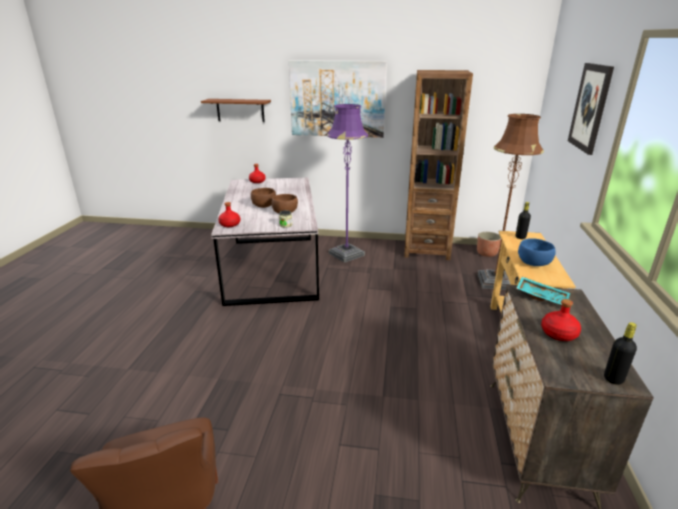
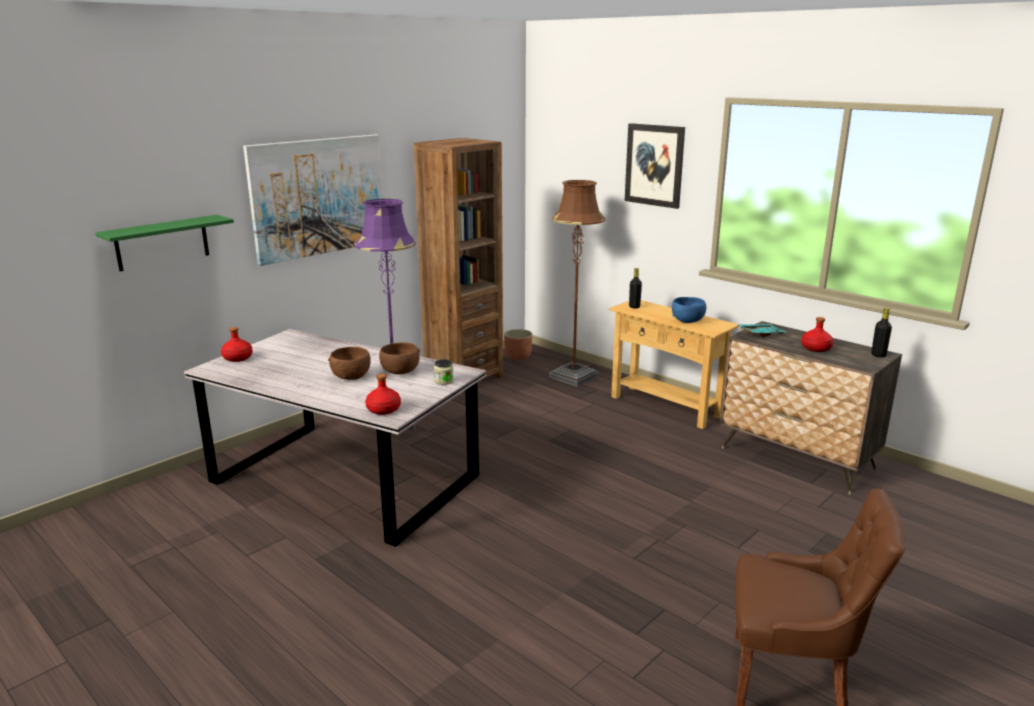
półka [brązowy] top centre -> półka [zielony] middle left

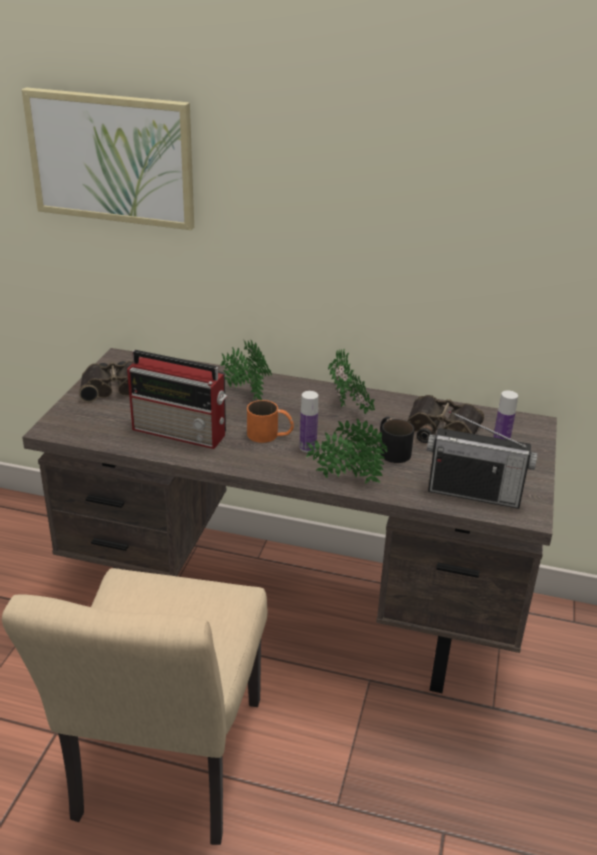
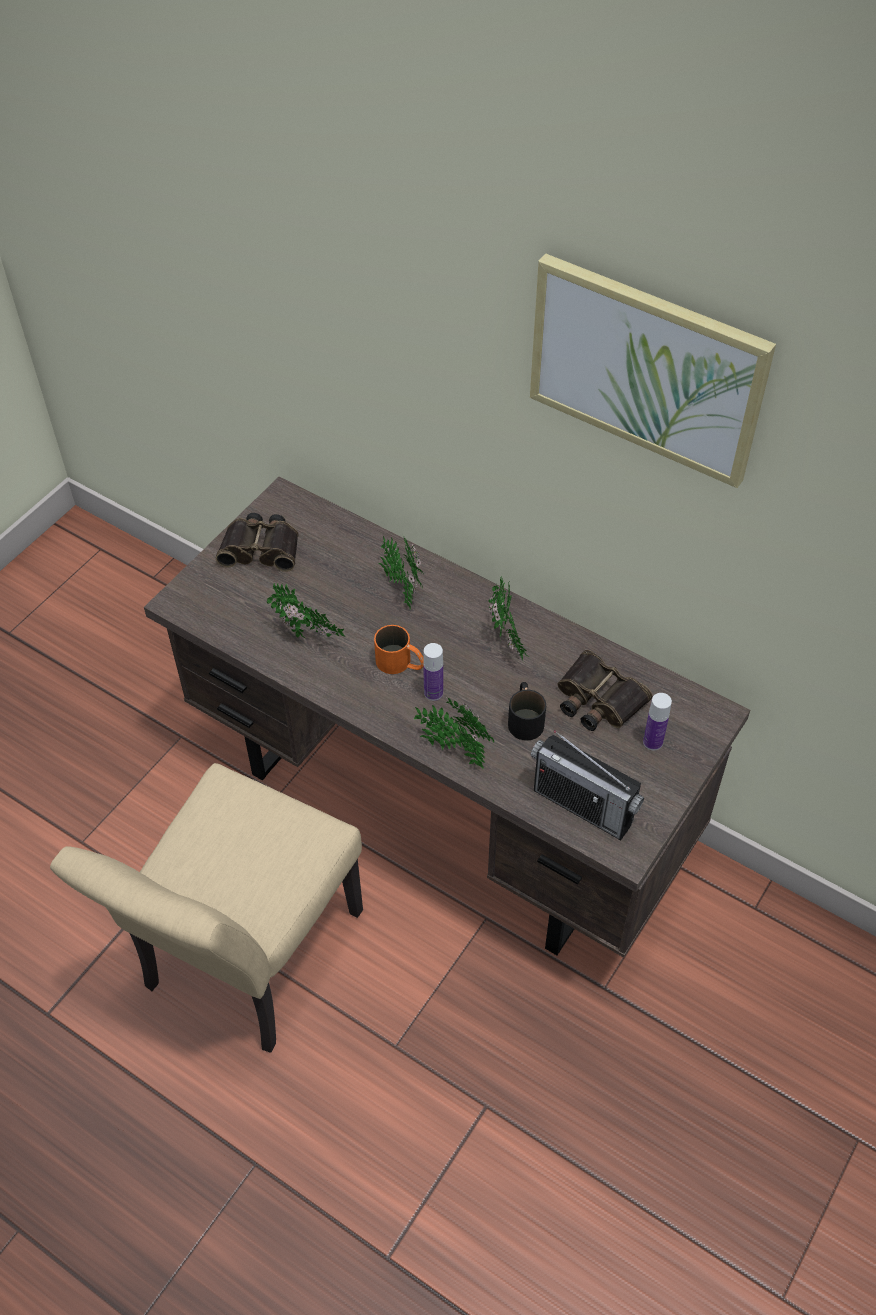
radio (1st from left) middle left -> roślina doniczkowa (1st from left) centre
obraz top left -> obraz top right, move

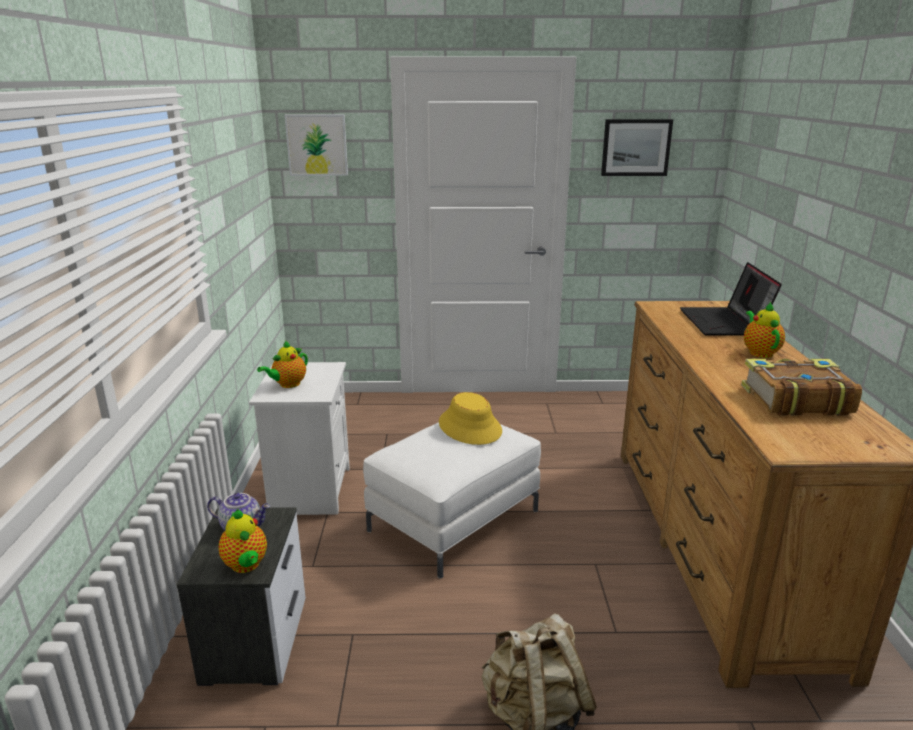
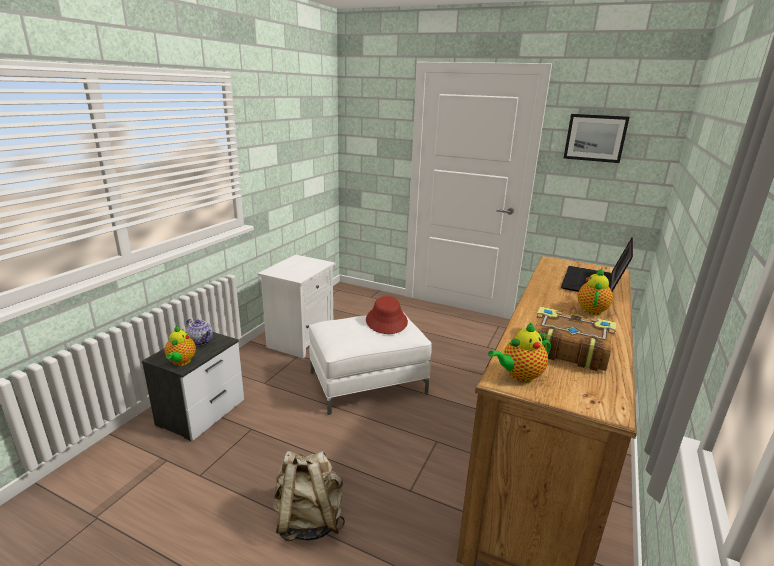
kapelusz [żółty] centre -> kapelusz [czerwony] centre
imbryk (3rd from left) middle left -> imbryk (3rd from left) middle right, move
obraz (1st from left) top centre -> none

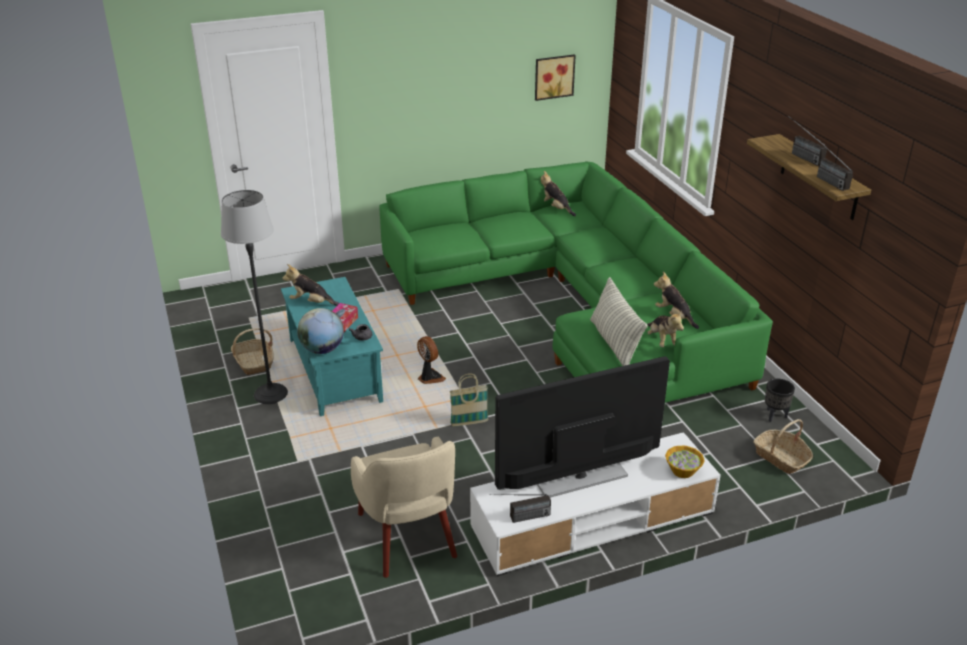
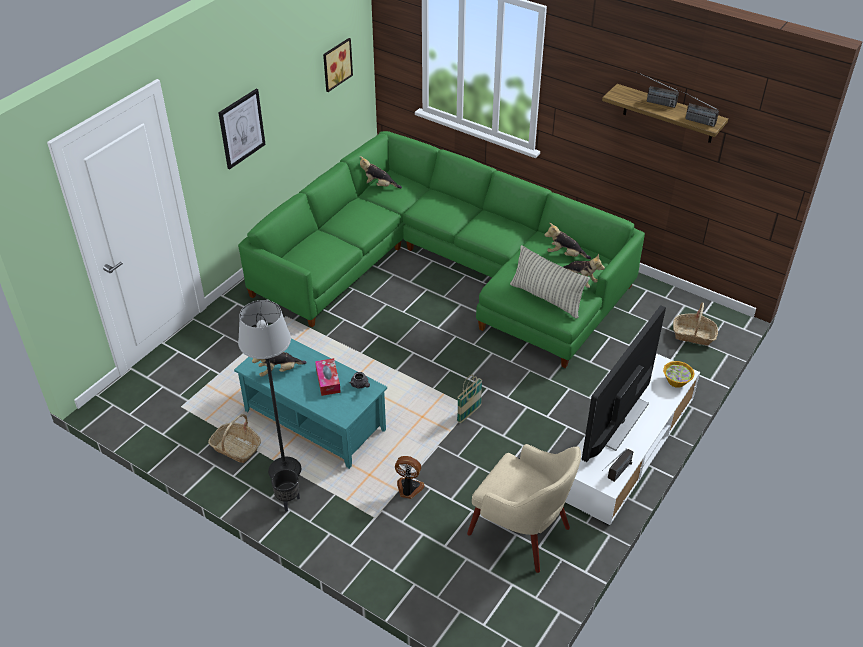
none -> obraz (1st from left) top left
donica [czarny] middle right -> donica [czarny] bottom left, move
wentylator centre -> wentylator bottom centre, move
globus middle left -> none

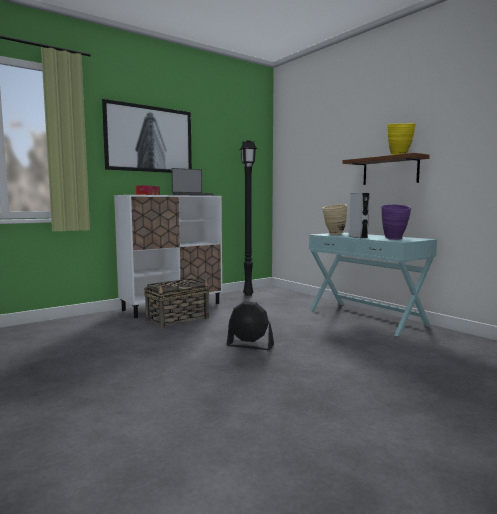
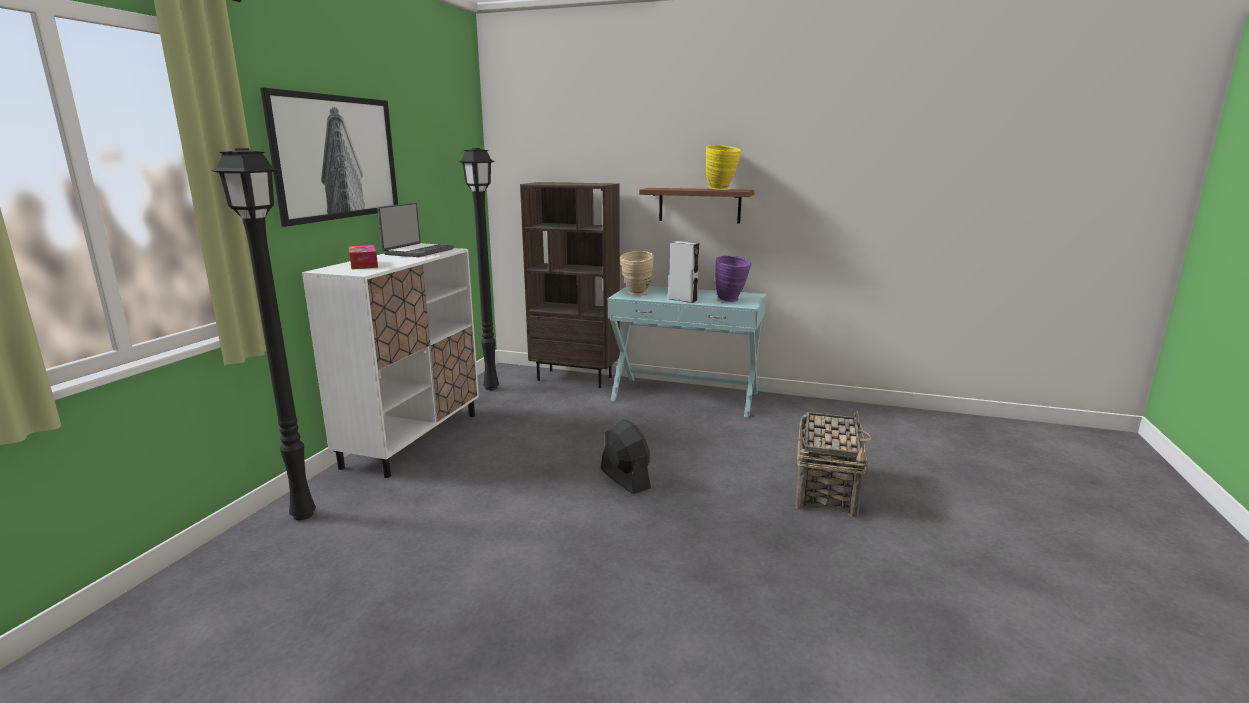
none -> lampa stojąca [czarny] (1st from left) middle left
none -> regał [brązowy] centre
wentylator [czarny] centre, 105 degrees counterclockwise
koszyk centre -> koszyk middle right, move

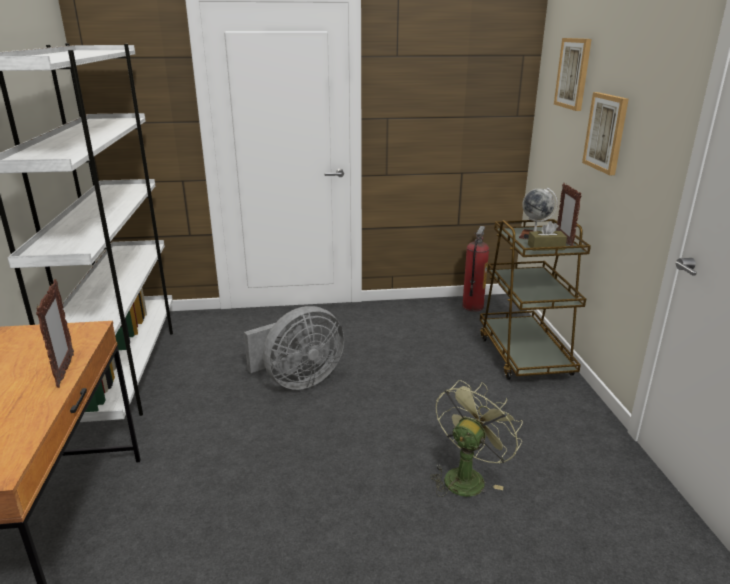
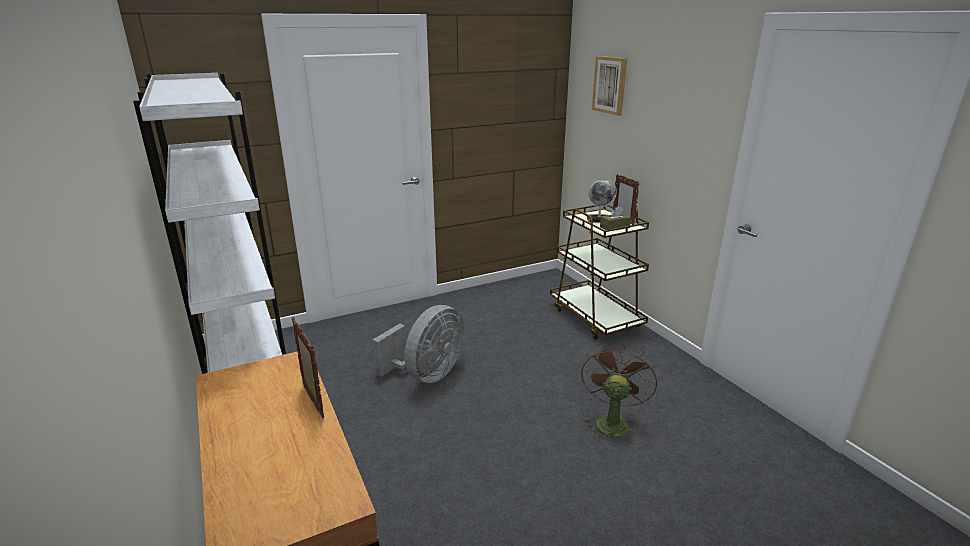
wentylator [zielony] bottom centre -> wentylator [brązowy] bottom centre
gaśnica centre -> none
obraz (2nd from left) top right -> none

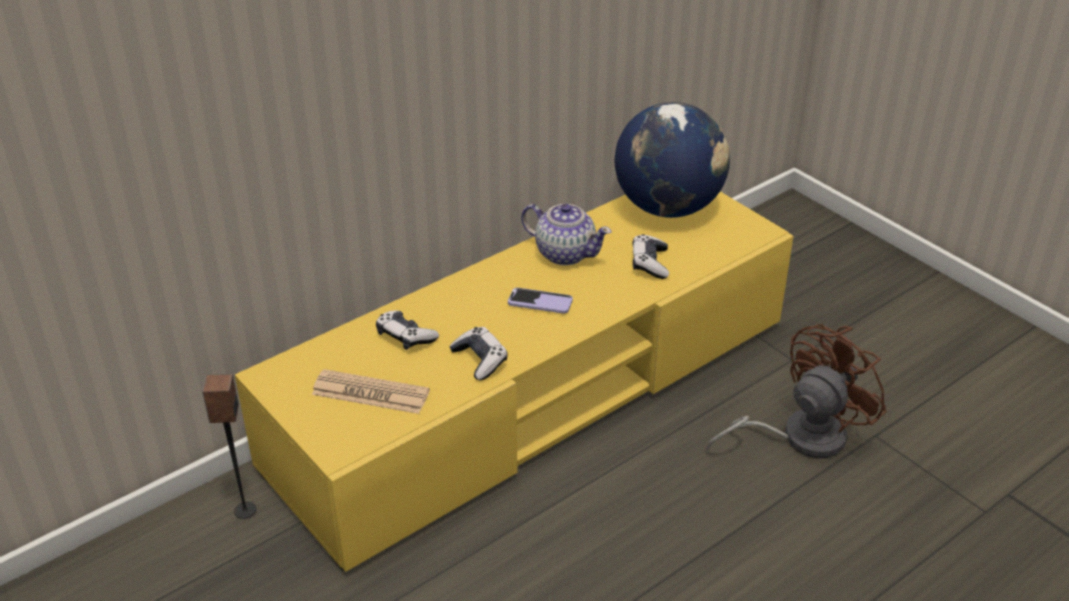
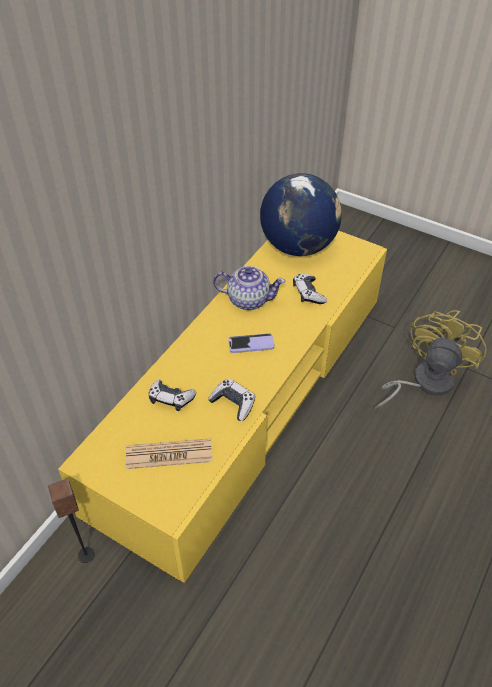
wentylator [brązowy] middle right -> wentylator [żółty] middle right

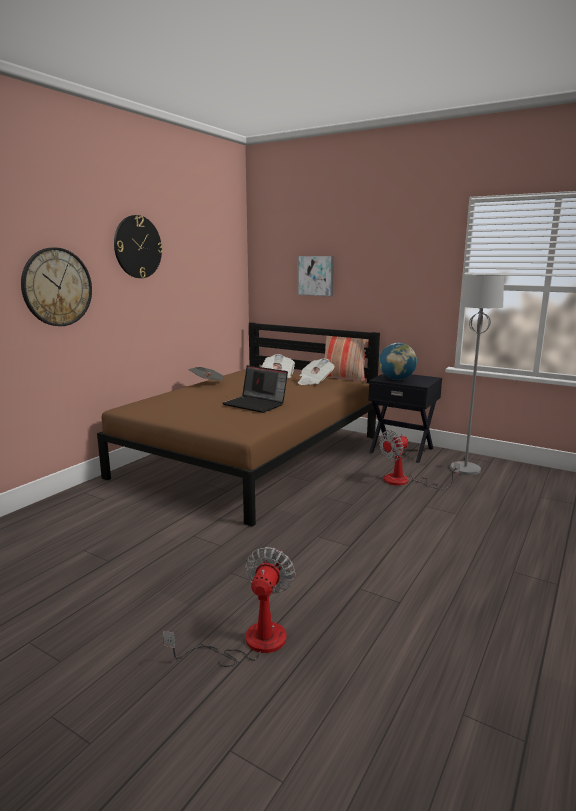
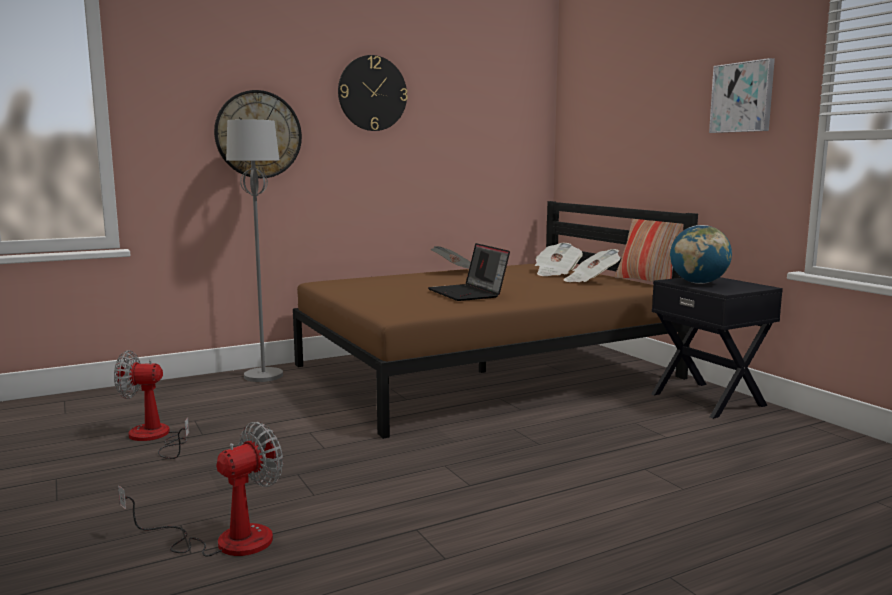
wentylator (2nd from left in the first image) middle right -> wentylator (1st from left) bottom left, move
lampa stojąca [szary] middle right -> lampa stojąca [szary] middle left, move
obraz centre -> obraz top right, move

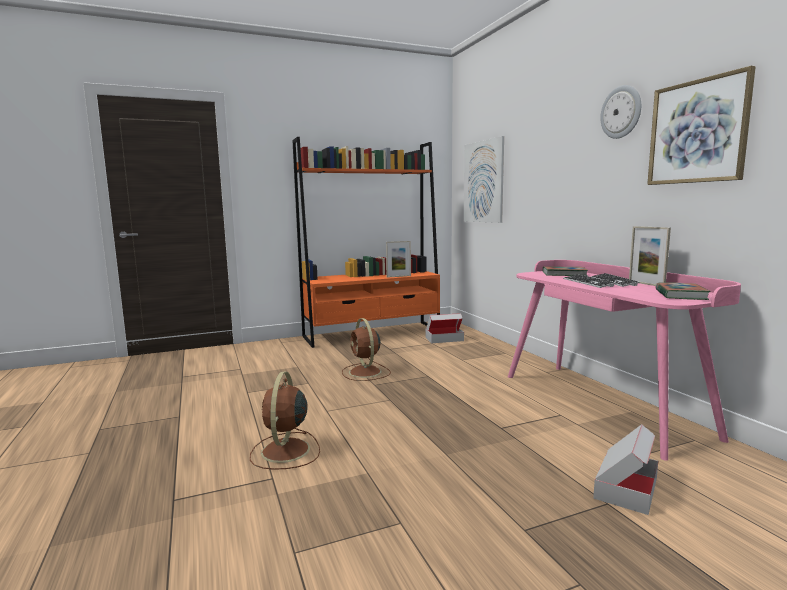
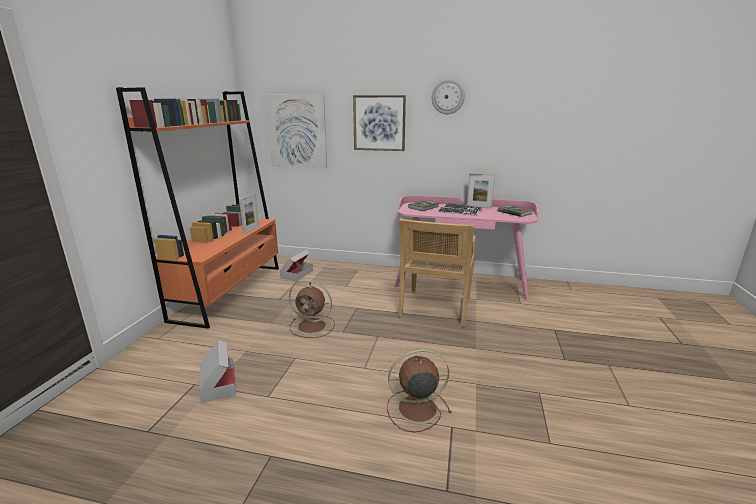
karton (2nd from left in the first image) bottom right -> karton (1st from left) bottom left, move
obraz (2nd from left) top right -> obraz (2nd from left) top centre, move
wentylator [brązowy] (1st from left in the first image) bottom centre -> wentylator [brązowy] (2nd from left) bottom centre, 135 degrees clockwise
none -> krzesło [beżowy] centre

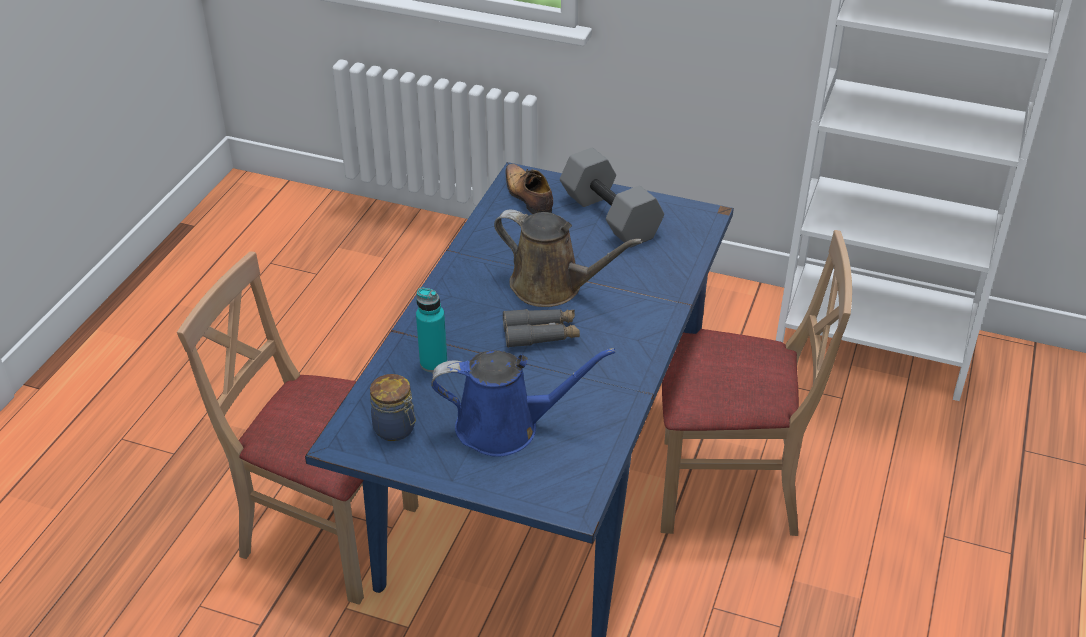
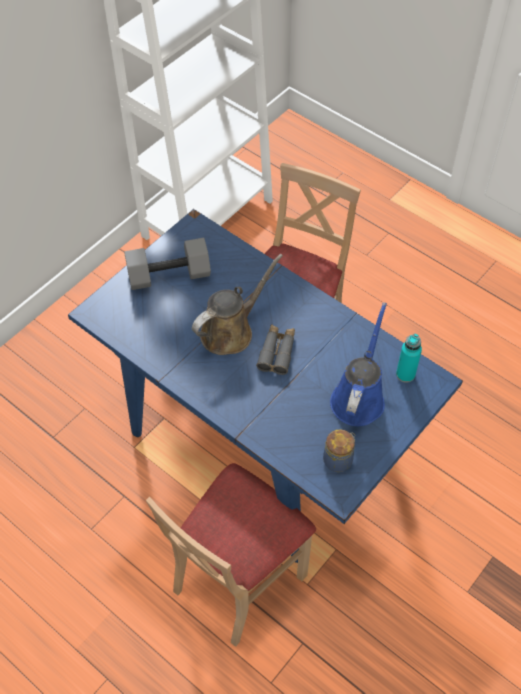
butelka [turkusowy] centre -> butelka [turkusowy] middle right, move
but top centre -> none

